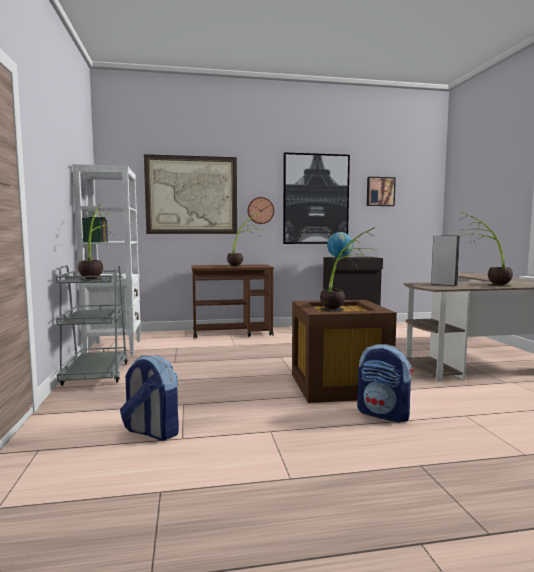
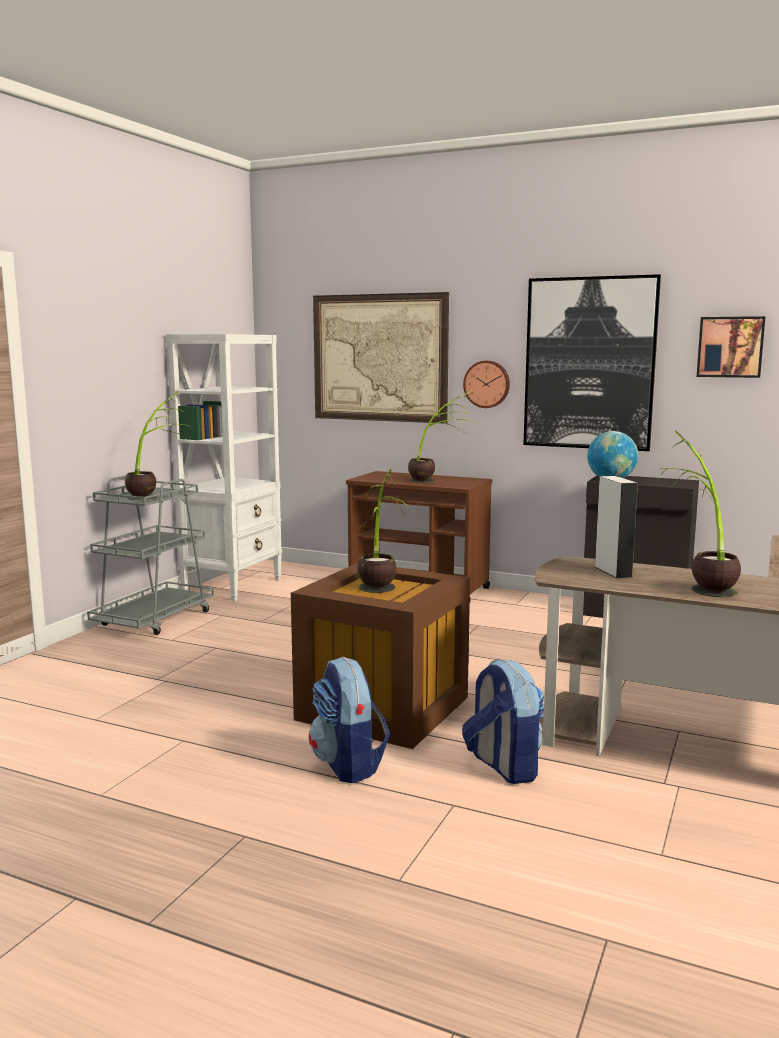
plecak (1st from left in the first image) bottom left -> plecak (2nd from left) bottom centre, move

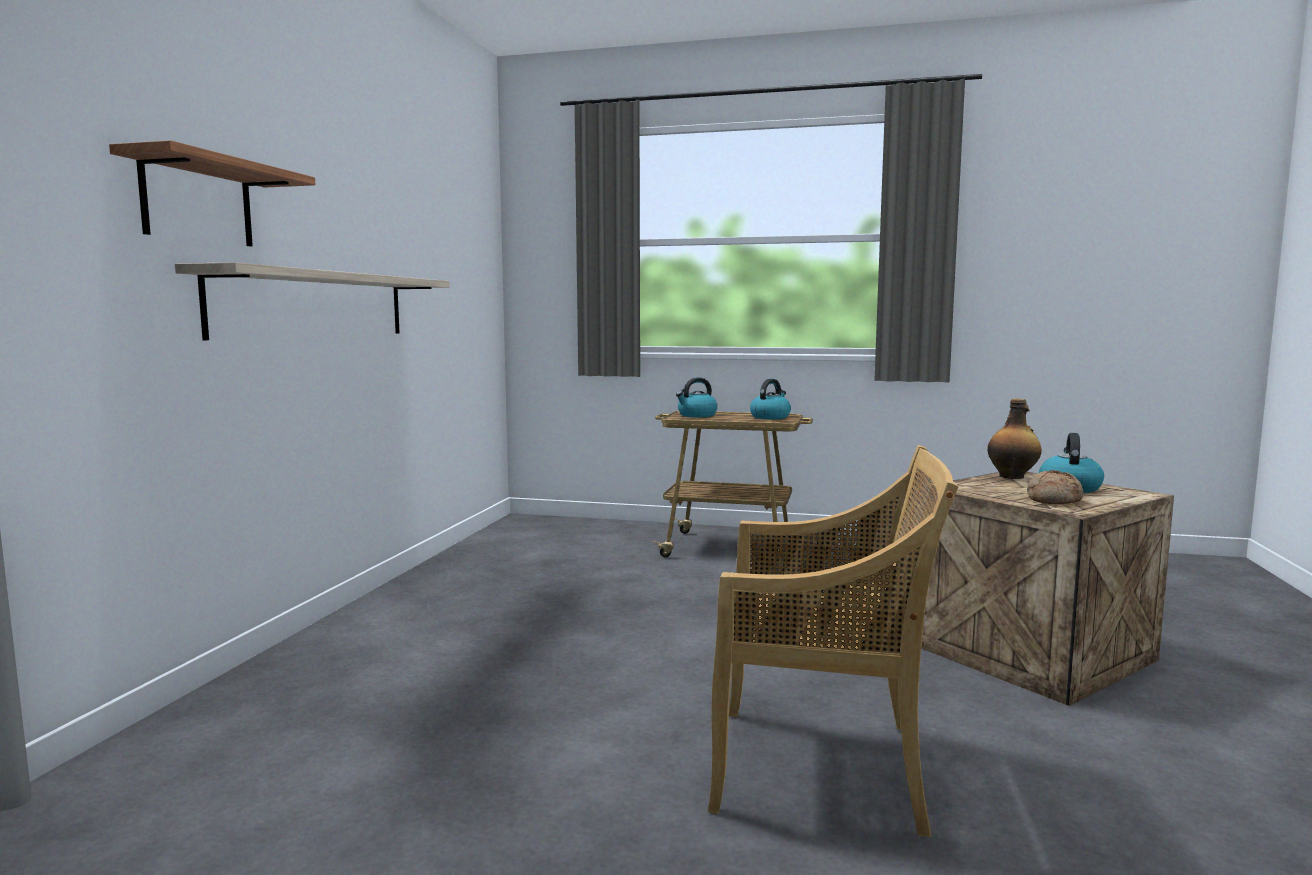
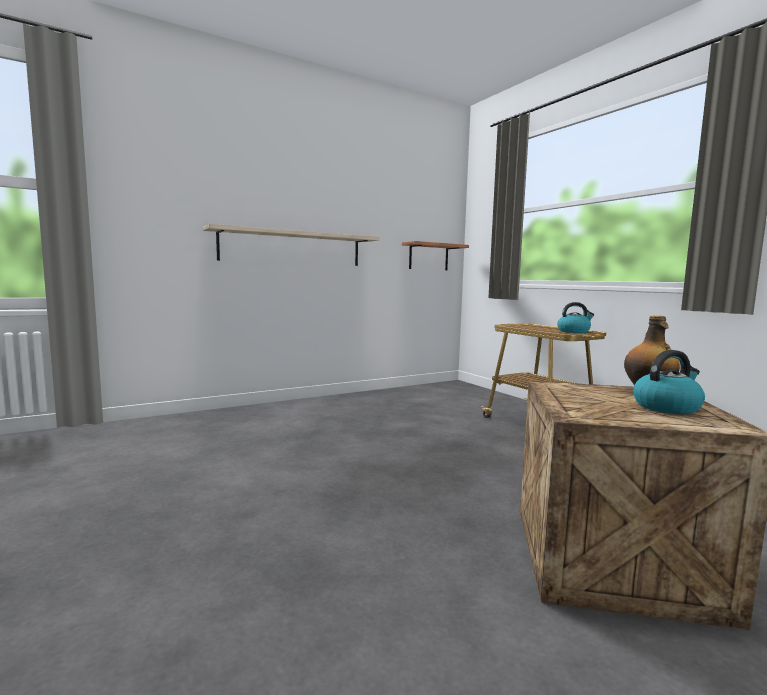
półka (1st from left in the first image) top left -> półka (2nd from left) centre, move
czajnik (1st from left) centre -> none
krzesło [beżowy] bottom centre -> none
chleb middle right -> none

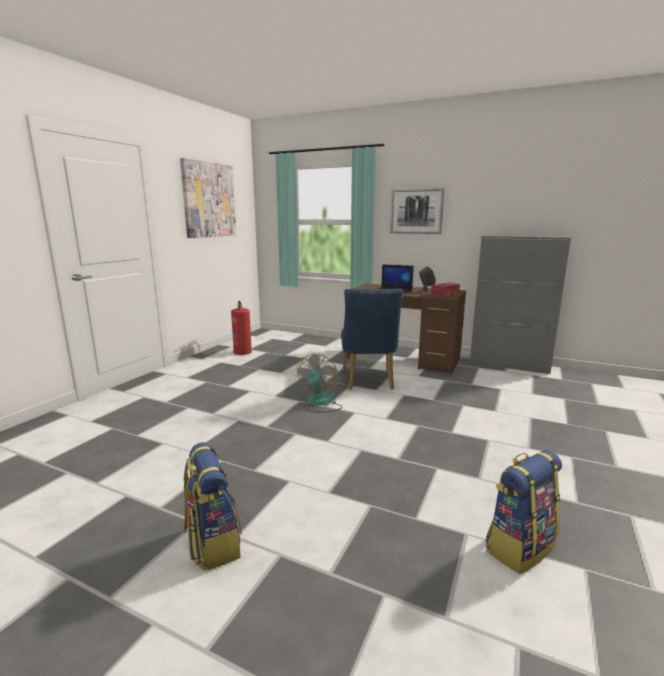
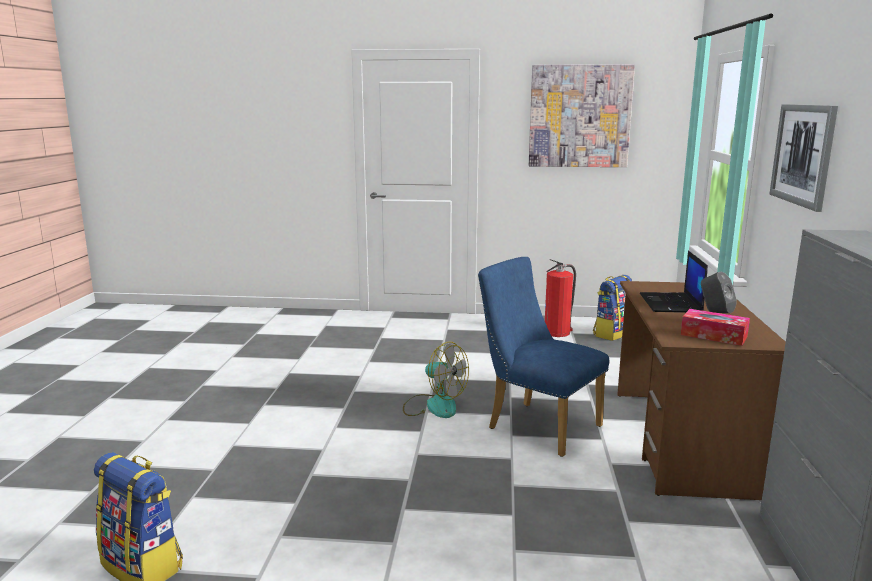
wentylator centre, 45 degrees clockwise
krzesło [niebieski] centre, 60 degrees clockwise
plecak (1st from left in the first image) bottom left -> plecak (2nd from left) middle right, move

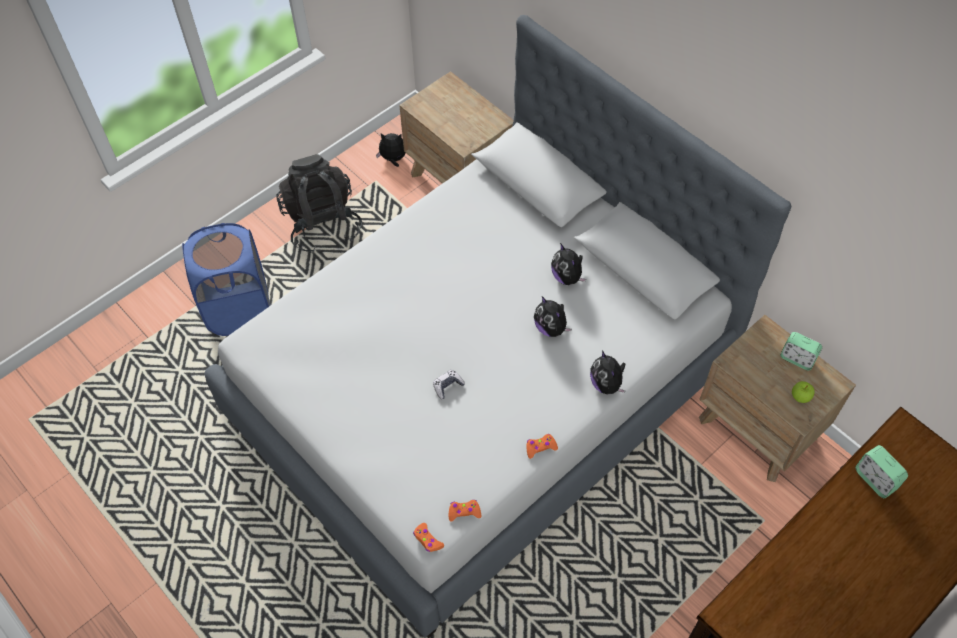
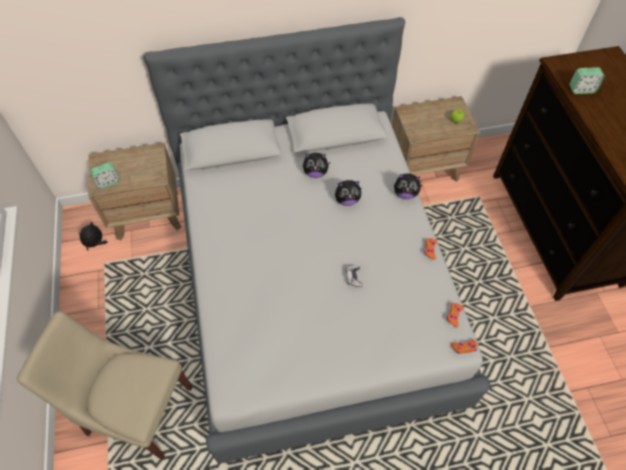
kosz na pranie [niebieski] middle left -> krzesło [beżowy] bottom left
budzik (1st from left) middle right -> budzik (1st from left) middle left, move
plecak [czarny] top centre -> none

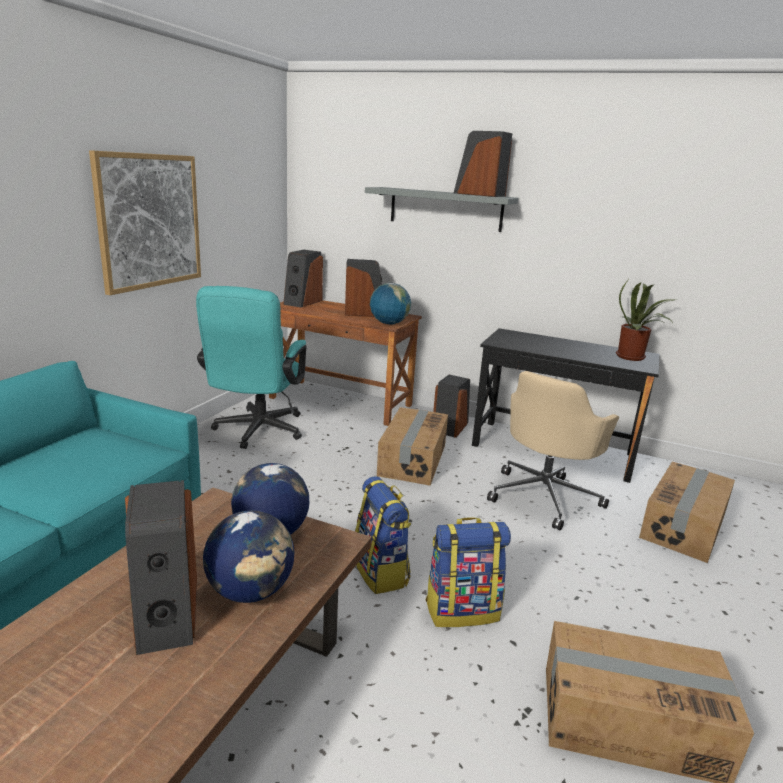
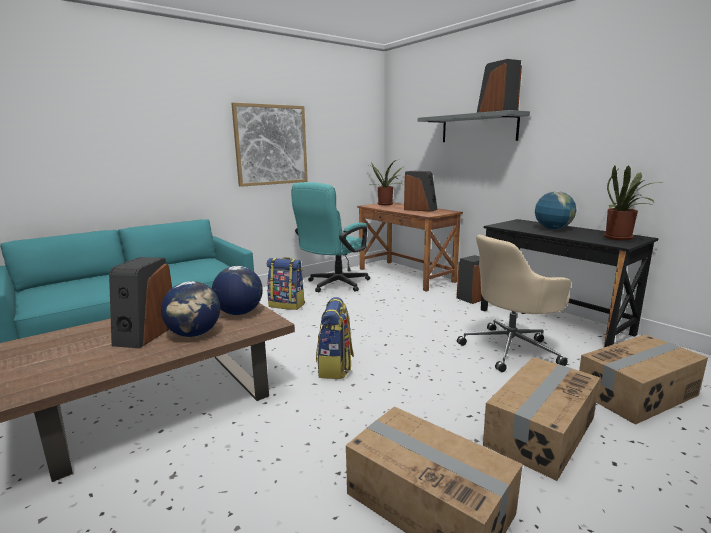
plecak (2nd from left in the first image) bottom centre -> plecak (1st from left) centre, move
głośnik (2nd from left) centre -> roślina doniczkowa (1st from left) centre
karton (1st from left in the first image) centre -> karton (2nd from left) bottom right, move
globus (3rd from left) centre -> globus (3rd from left) middle right, move

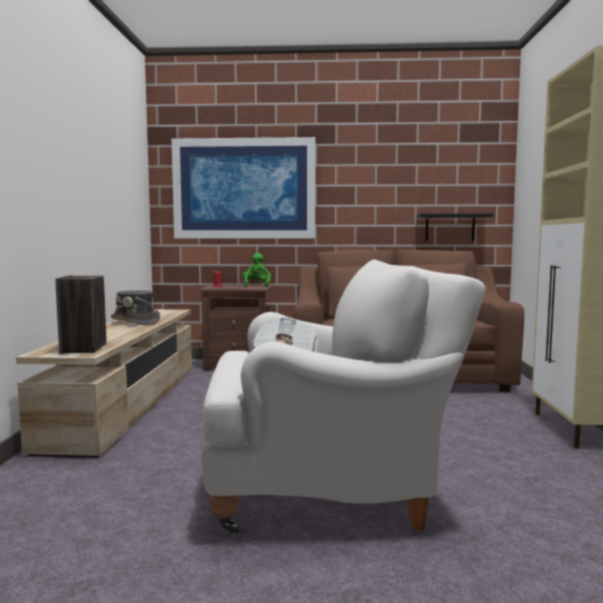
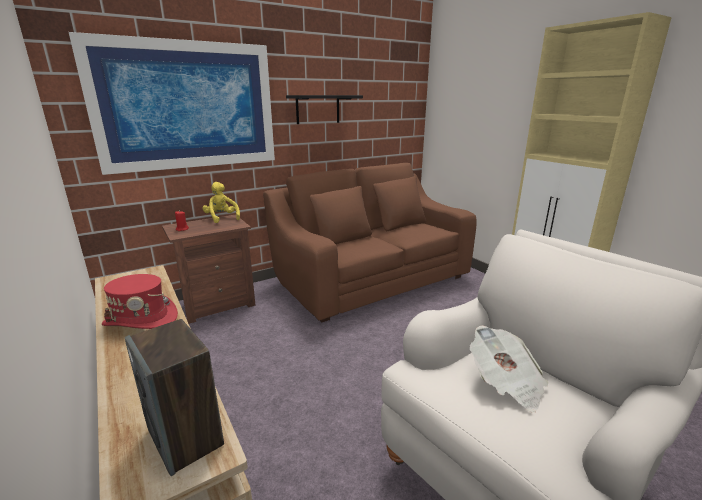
kapelusz [szary] middle left -> kapelusz [czerwony] middle left
pluszak [zielony] centre -> pluszak [żółty] middle left
półka [czarny] middle right -> półka [czarny] top centre, move

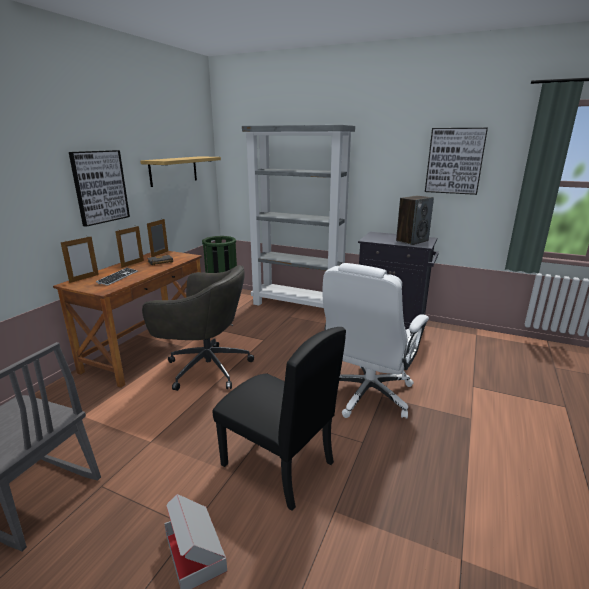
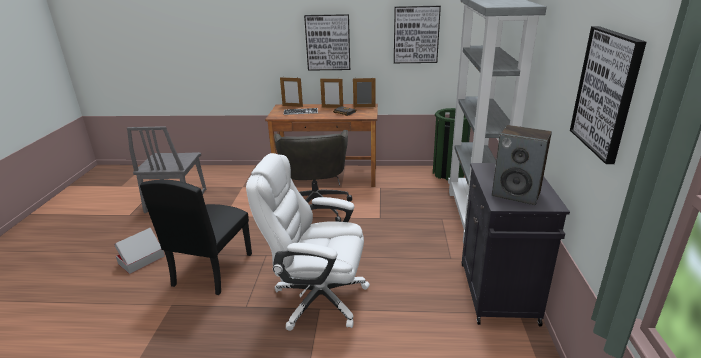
półka top left -> obraz (2nd from left) top centre

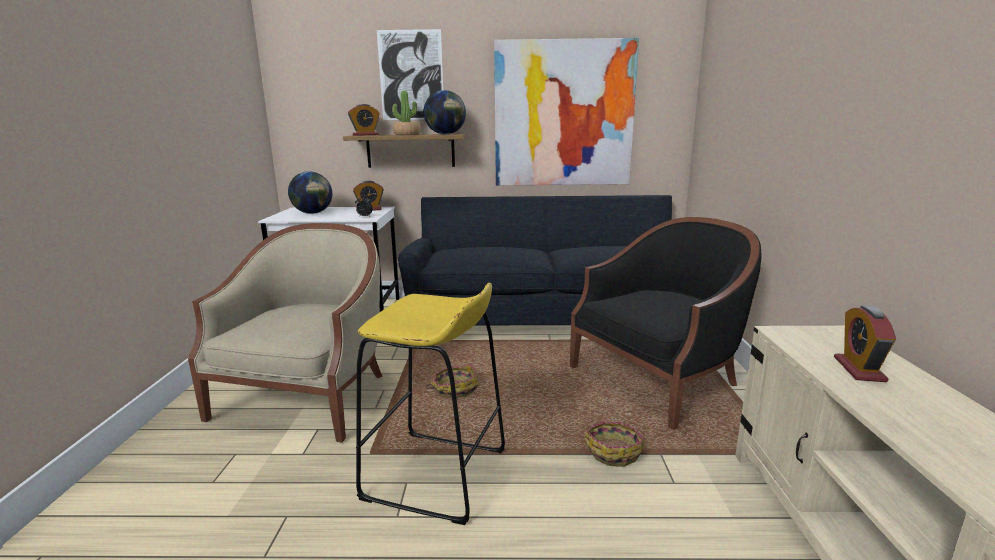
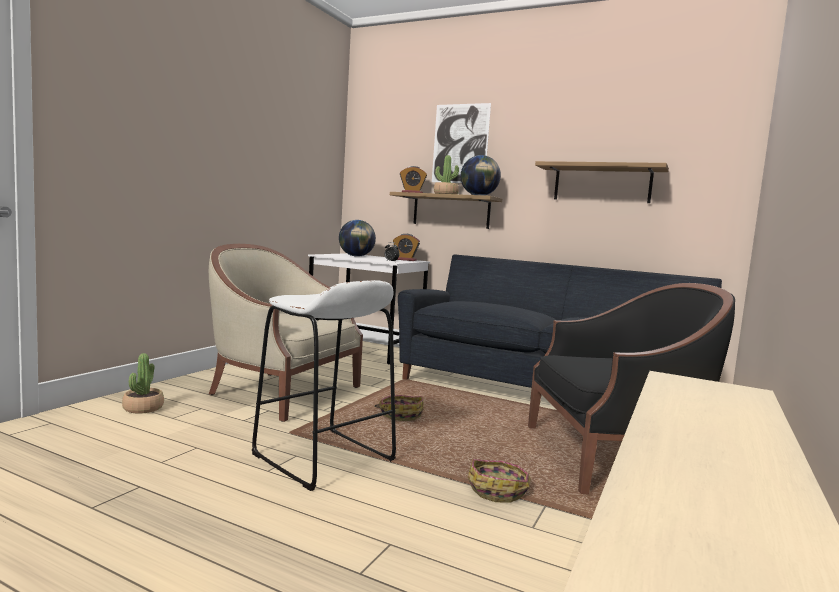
none -> roślina doniczkowa (1st from left) middle left
fotel [beżowy] middle left -> fotel [beżowy] centre, 105 degrees counterclockwise
stołek [żółty] bottom centre -> stołek [biały] centre
obraz (2nd from left) top centre -> półka (2nd from left) top right
budzik (4th from left) middle right -> none

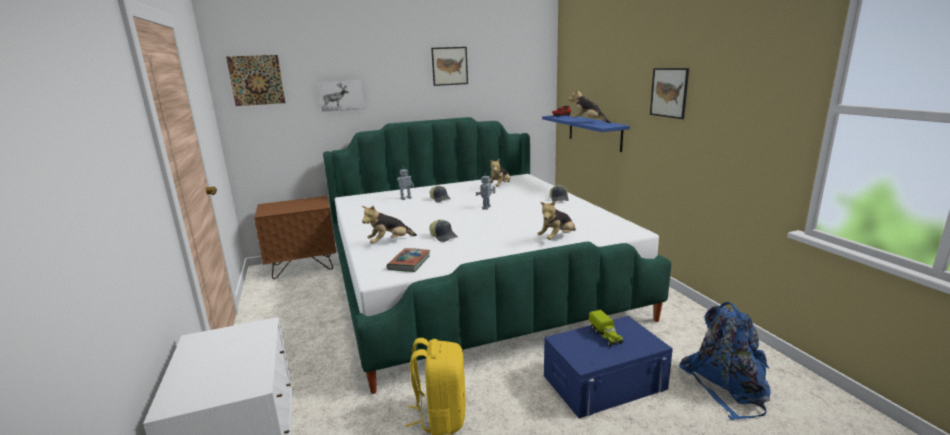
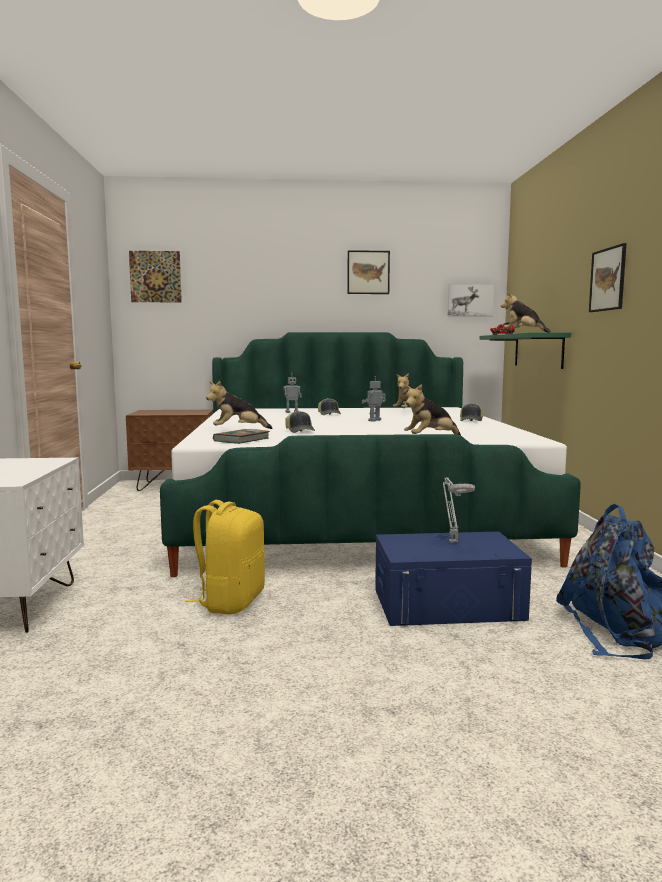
ciężarówka zabawkowa (2nd from left) bottom centre -> lampa stołowa [szary] middle right
obraz (2nd from left in the first image) top centre -> obraz (3rd from left) middle right, move
półka [niebieski] top centre -> półka [zielony] middle right

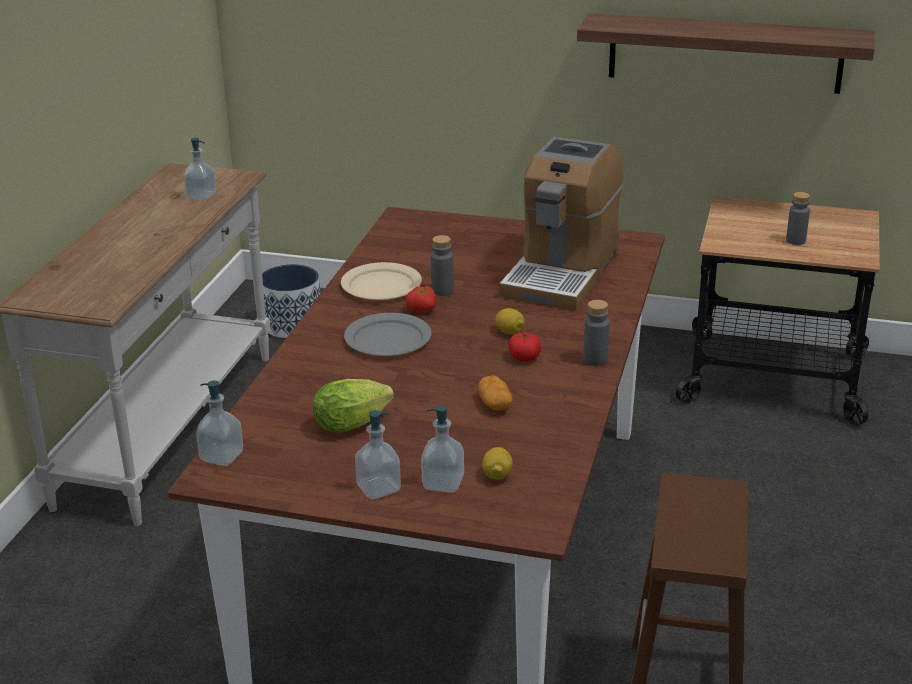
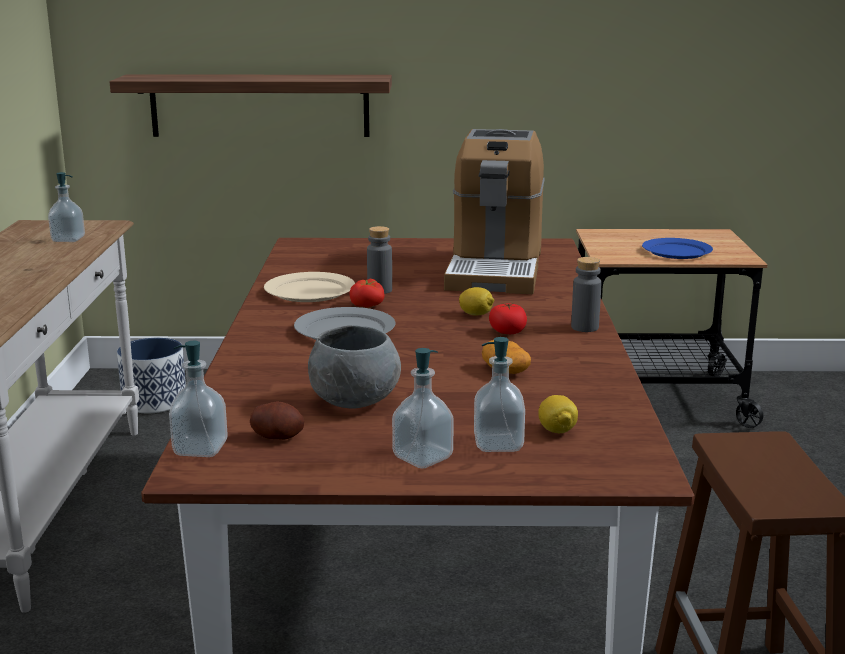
półka top right -> półka top left, move
none -> ziemniak (1st from left) middle left
sałata centre -> miska [szary] centre
butelka [szary] (3rd from left) top right -> talerz [niebieski] middle right

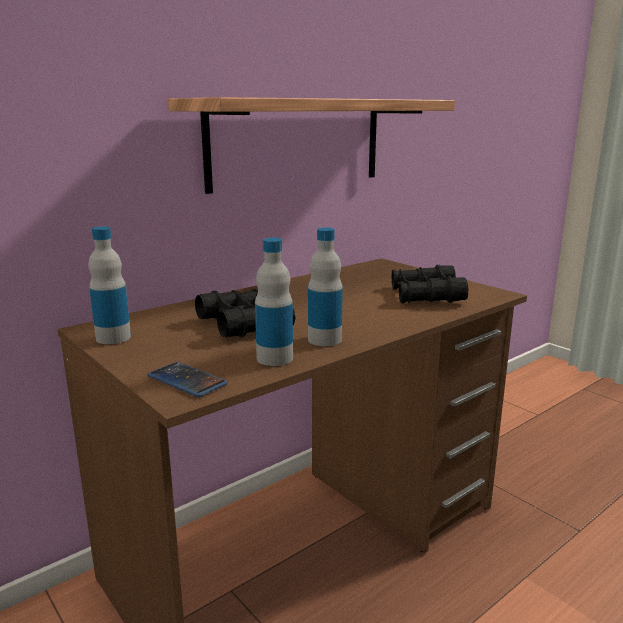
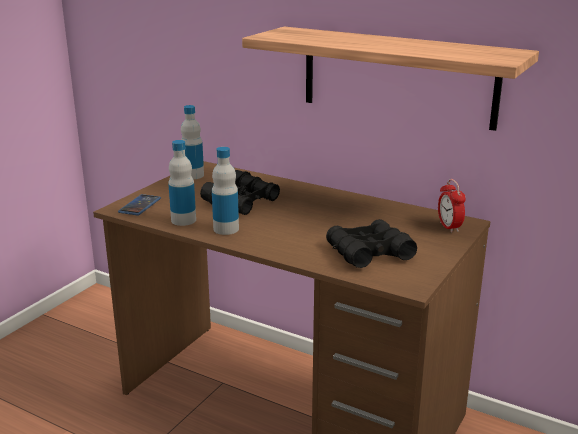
none -> budzik middle right

